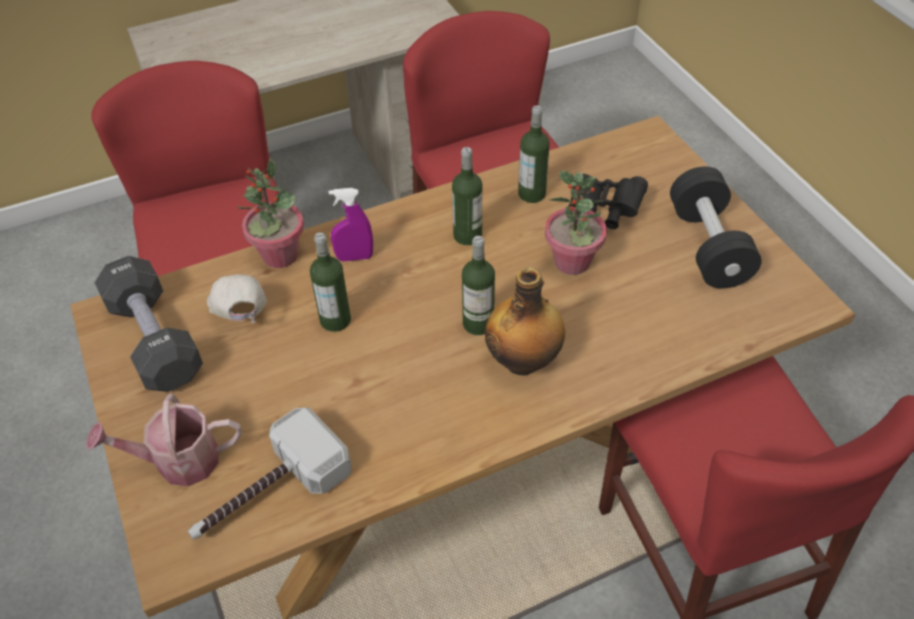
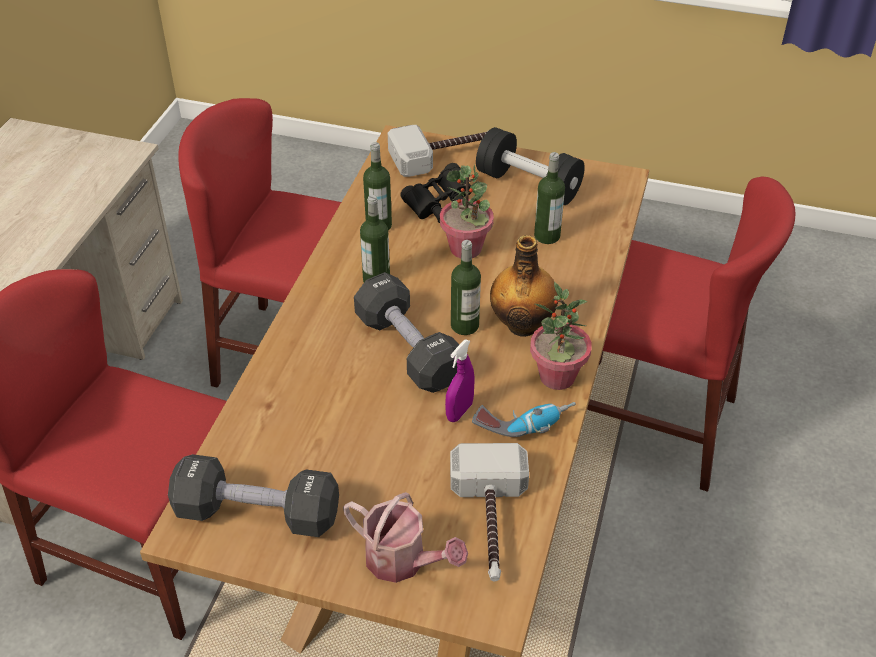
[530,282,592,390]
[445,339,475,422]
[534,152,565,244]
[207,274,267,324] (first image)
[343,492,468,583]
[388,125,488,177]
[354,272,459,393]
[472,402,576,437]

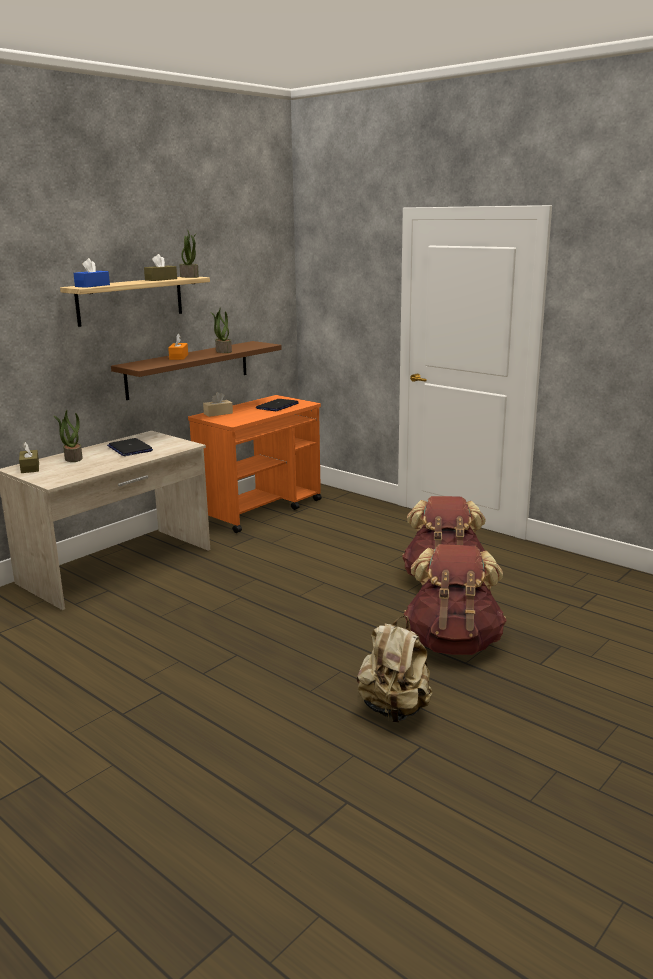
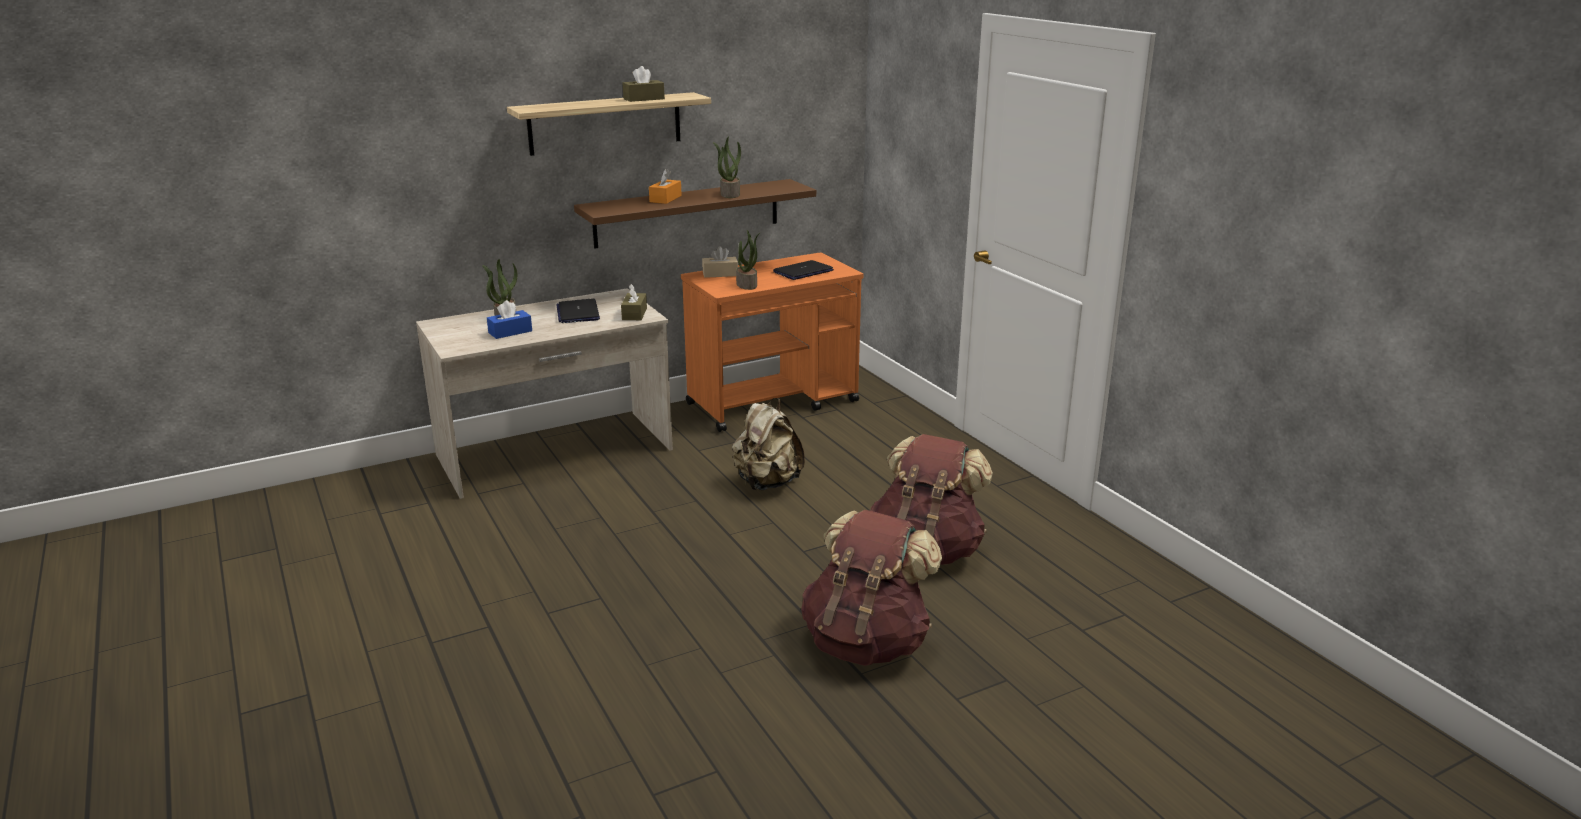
[736,230,761,290]
[487,300,532,339]
[621,284,647,320]
[732,398,805,490]

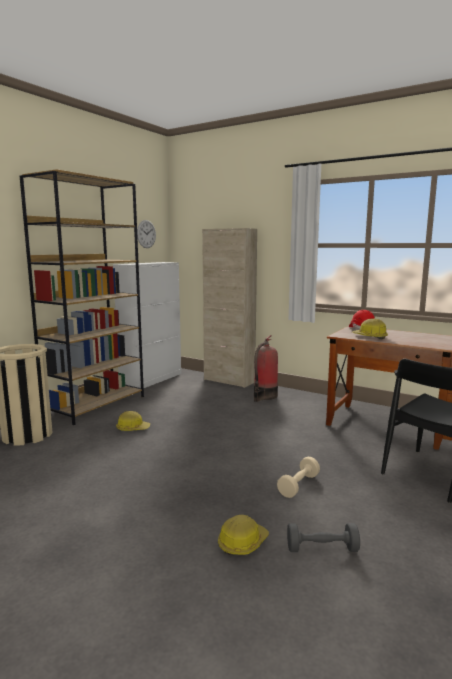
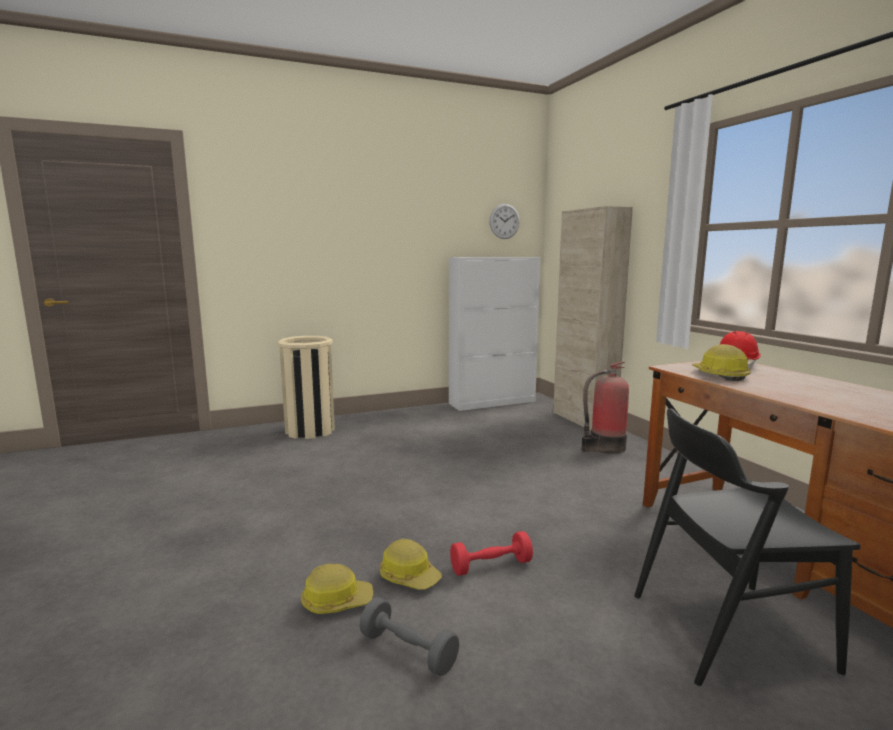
[20,169,144,425] (first image)
[380,539,442,590]
[450,531,533,576]

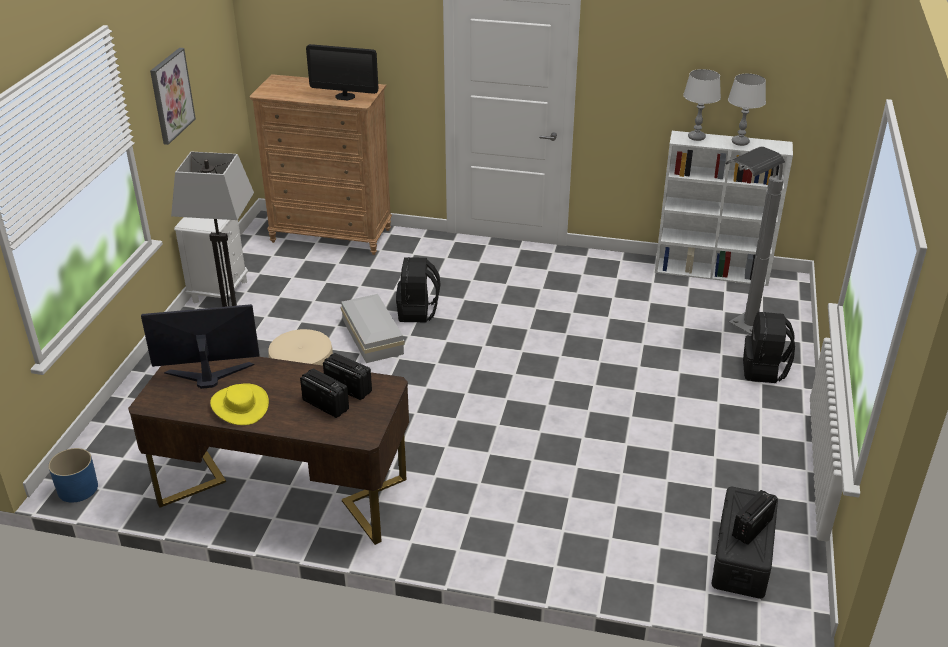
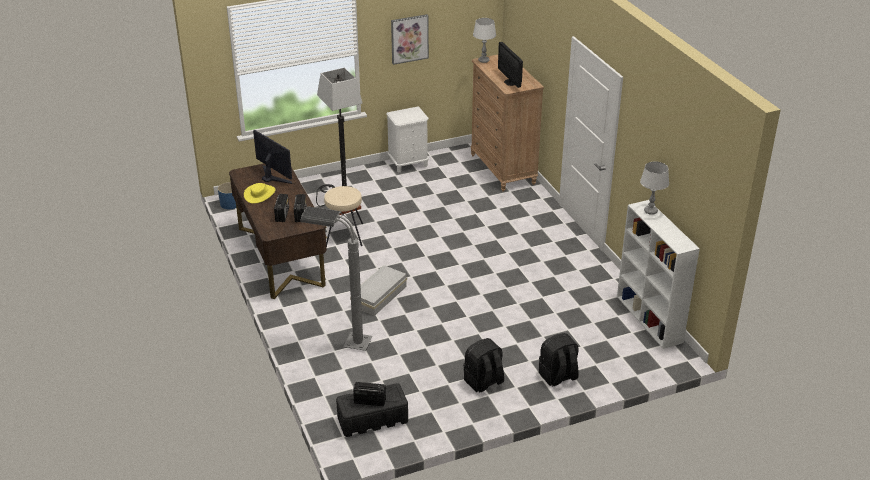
[473,18,496,63]
[300,206,373,351]
[463,338,504,393]
[350,265,407,316]

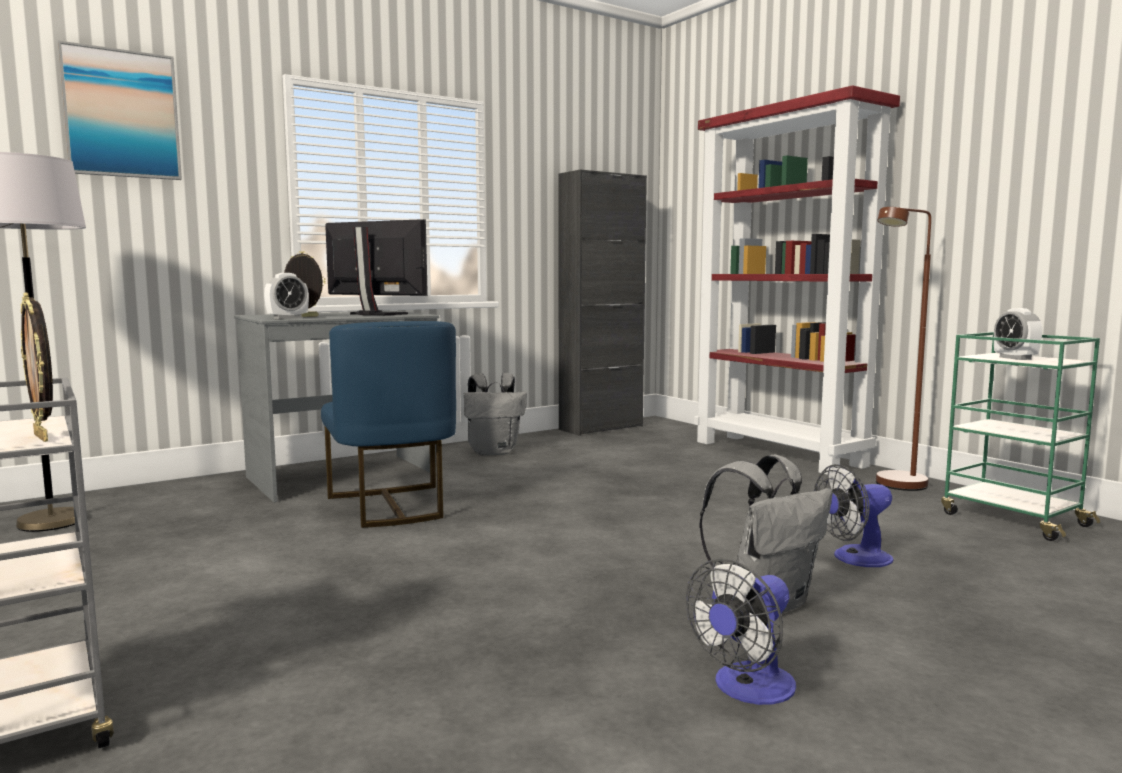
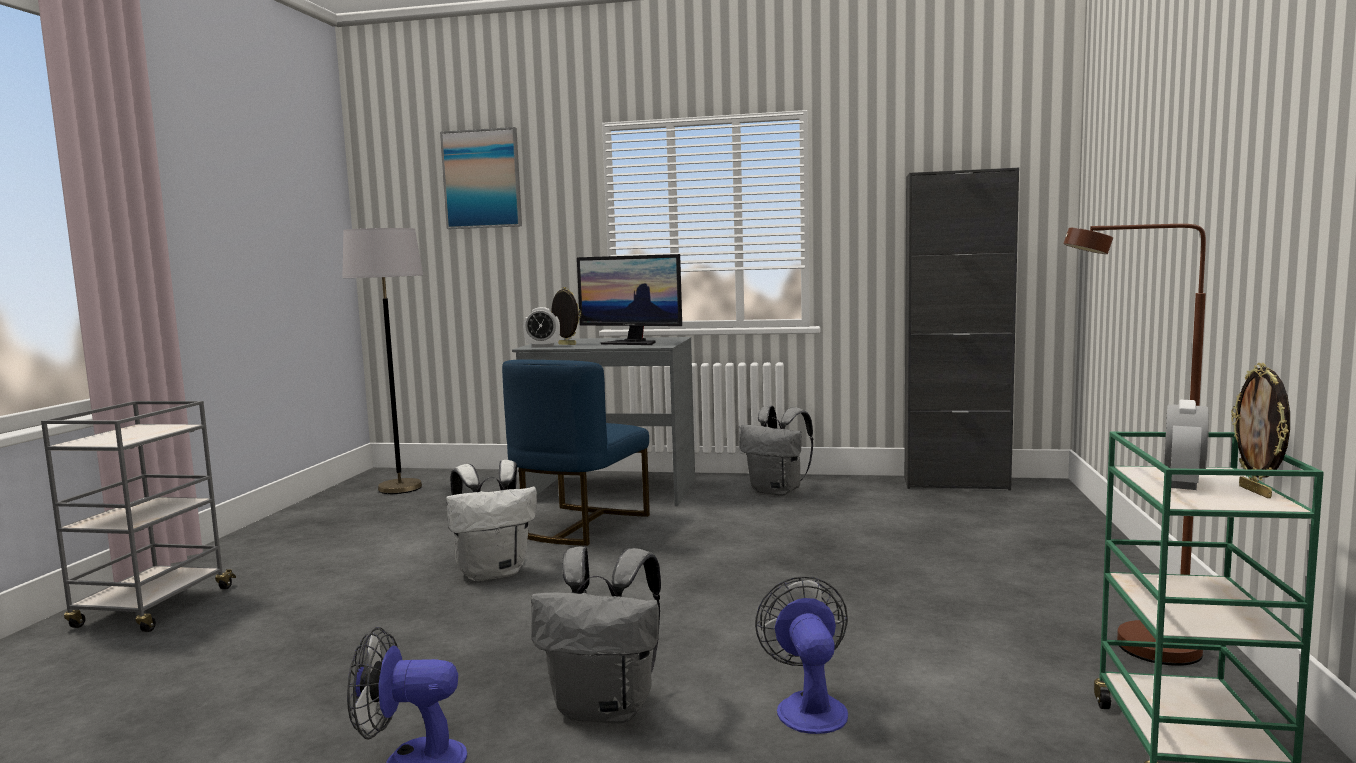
[694,85,900,475] (first image)
[577,254,682,345]
[1231,363,1290,498]
[755,576,848,734]
[446,460,537,581]

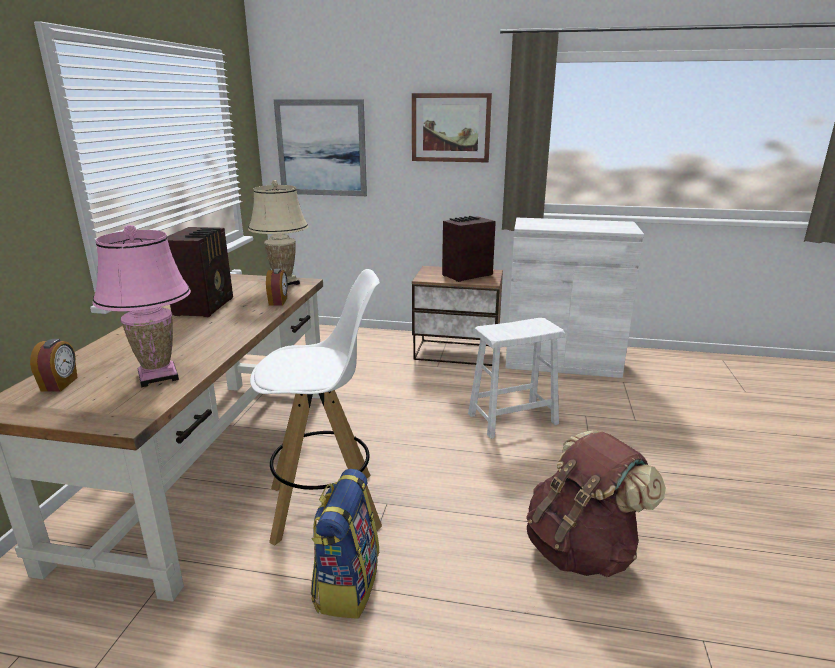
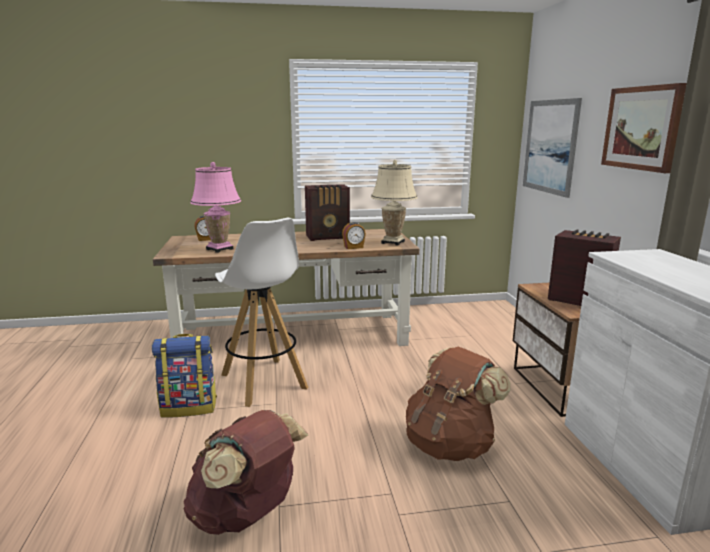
[406,347,511,461]

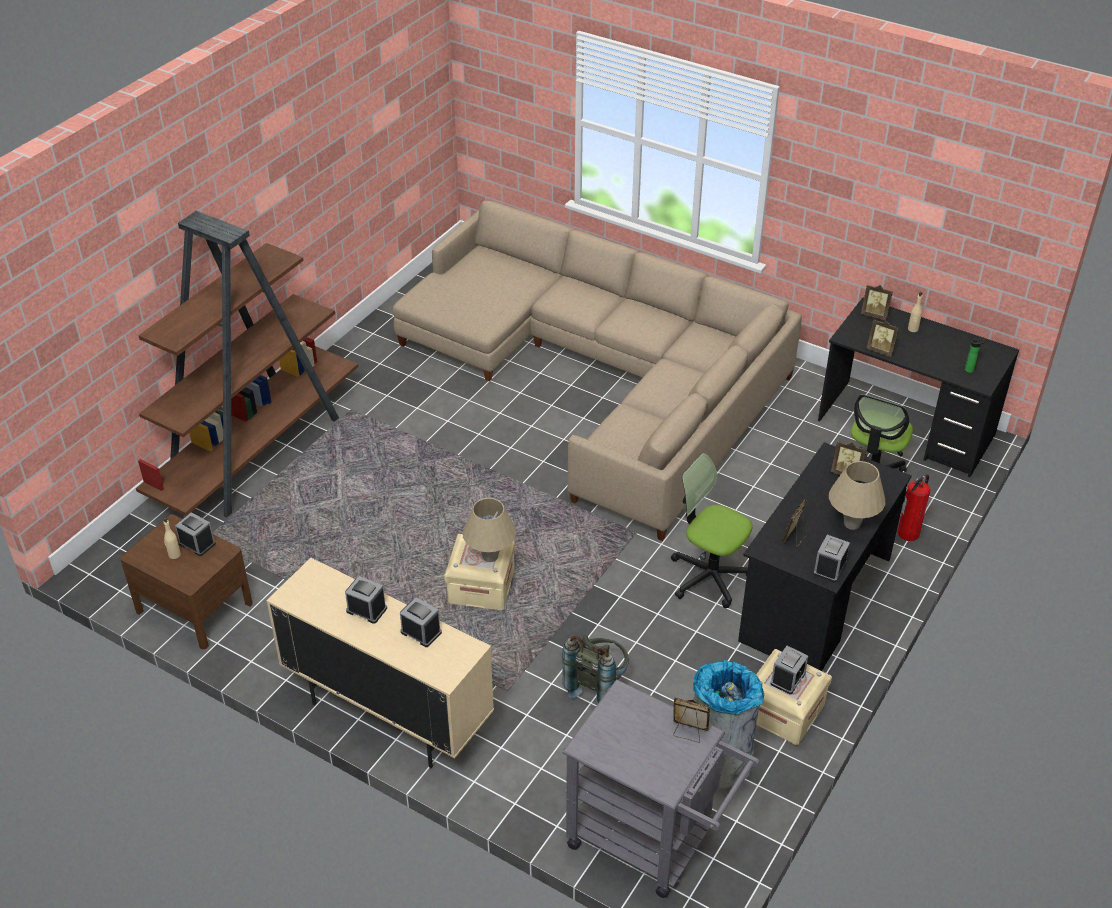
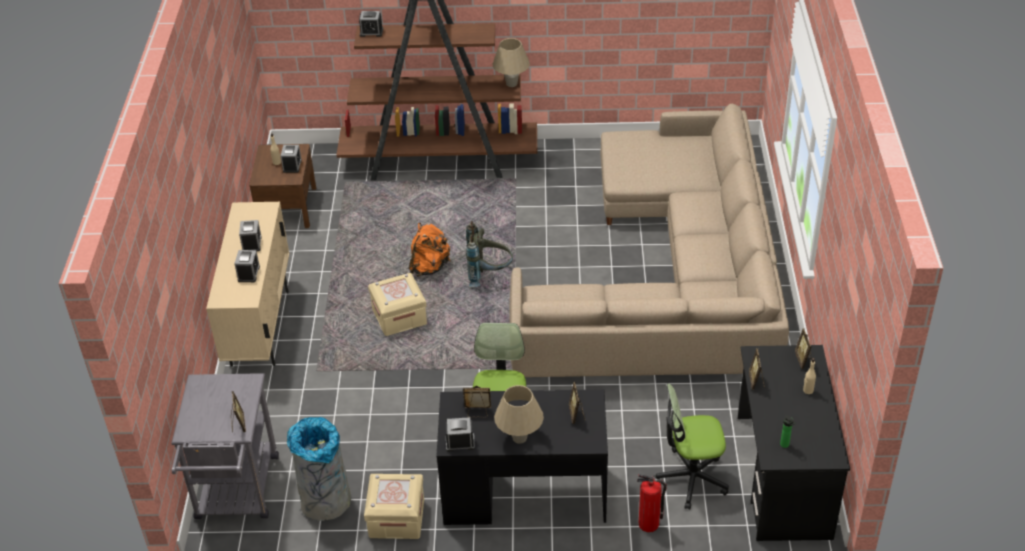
[493,38,530,87]
[466,221,513,287]
[359,11,383,37]
[409,223,450,277]

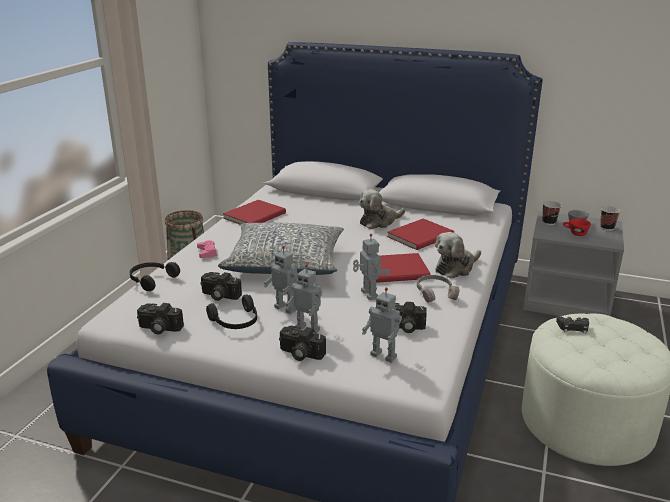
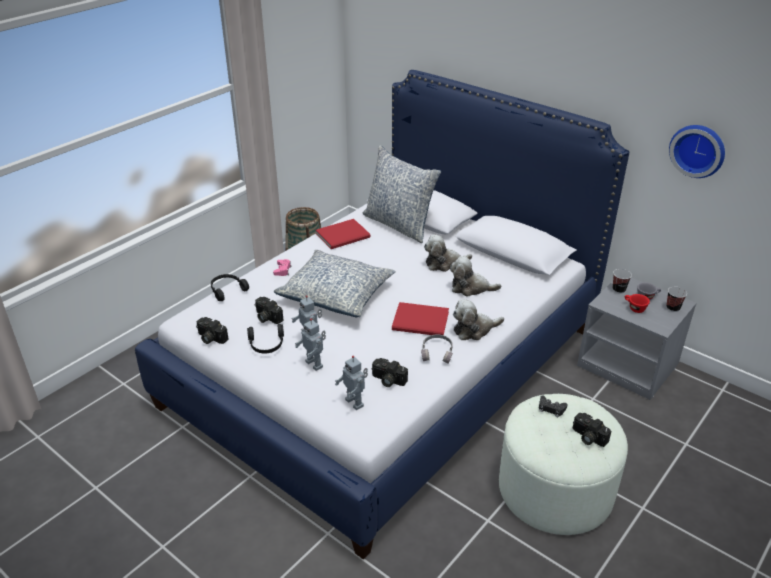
[450,256,501,296]
[353,234,390,300] (first image)
[573,413,611,447]
[669,125,725,178]
[363,145,441,243]

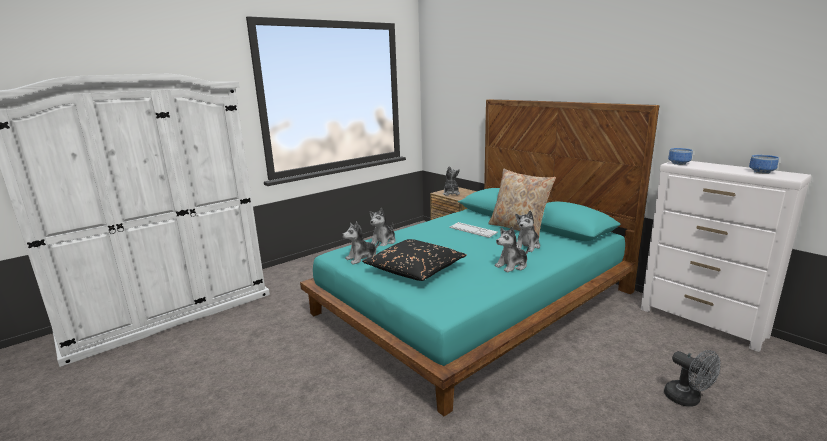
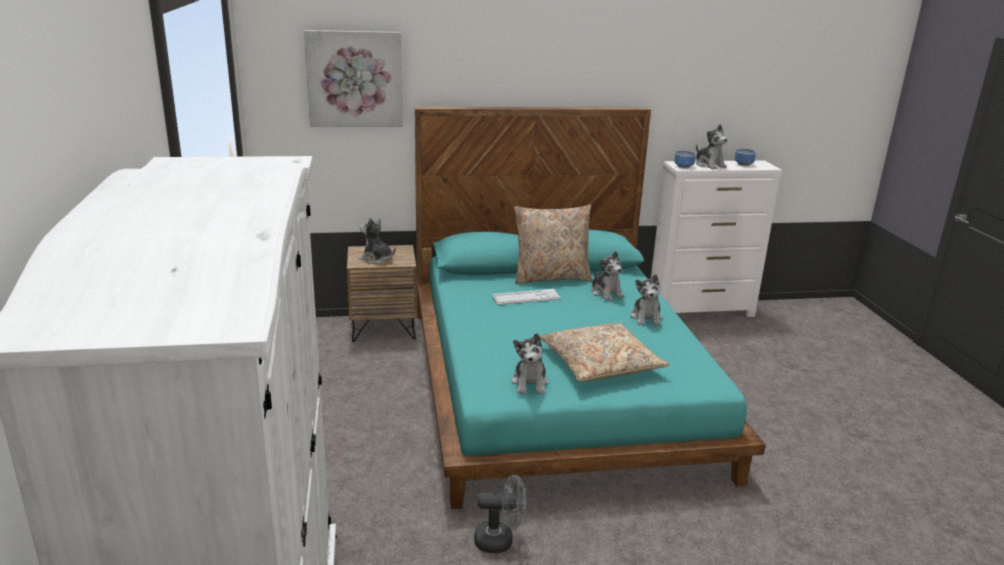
[696,124,727,170]
[539,323,670,382]
[474,475,527,554]
[304,30,403,127]

